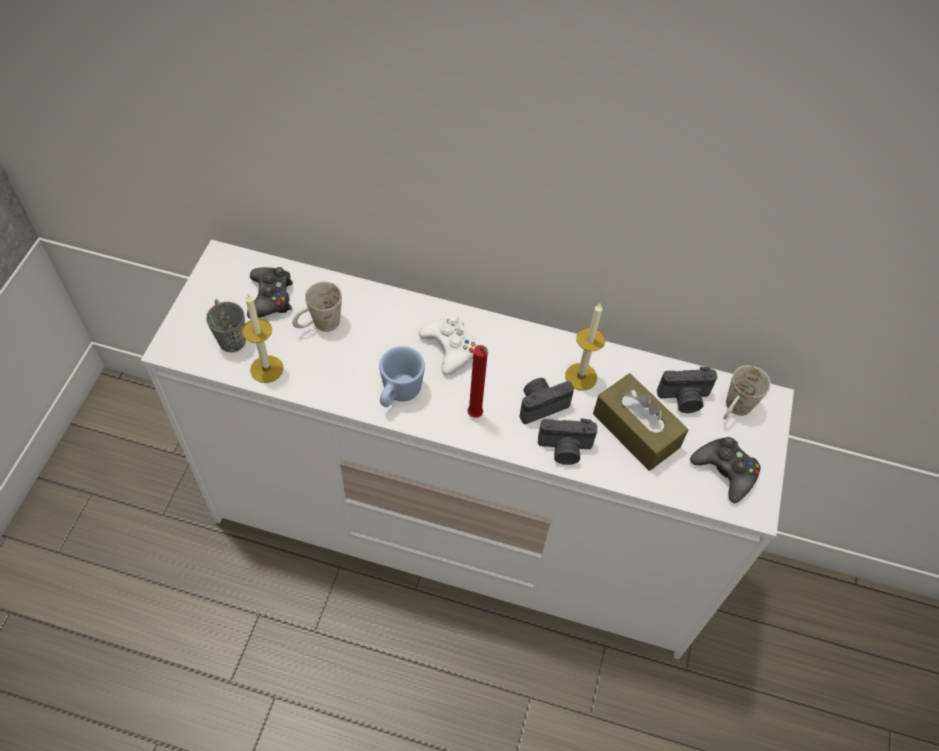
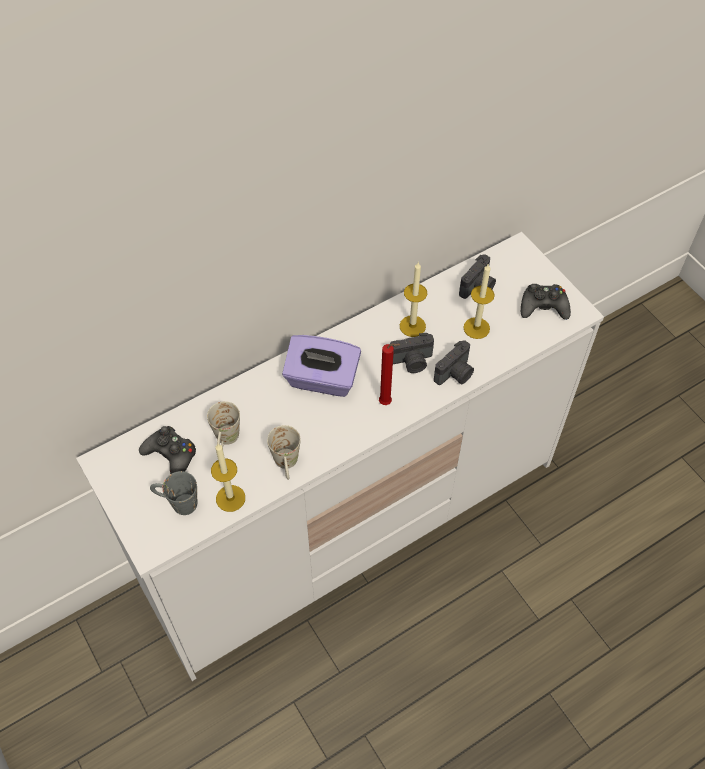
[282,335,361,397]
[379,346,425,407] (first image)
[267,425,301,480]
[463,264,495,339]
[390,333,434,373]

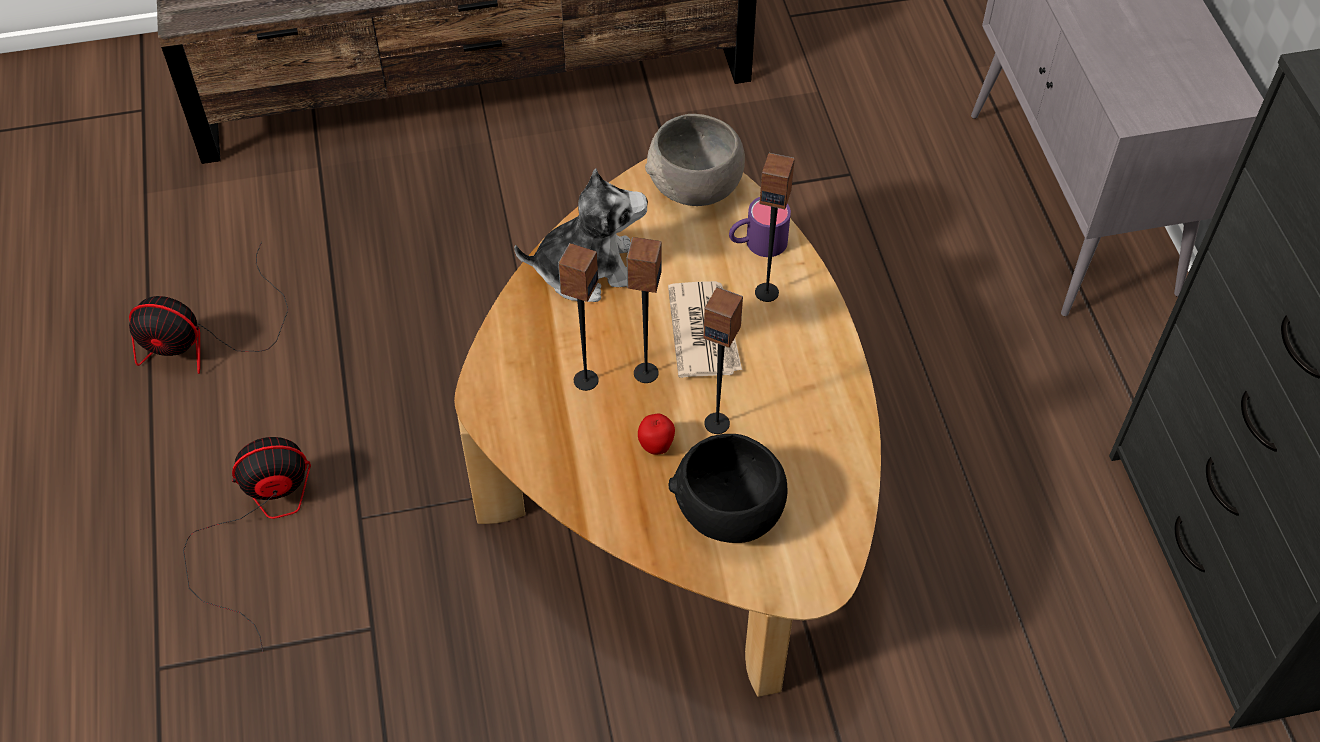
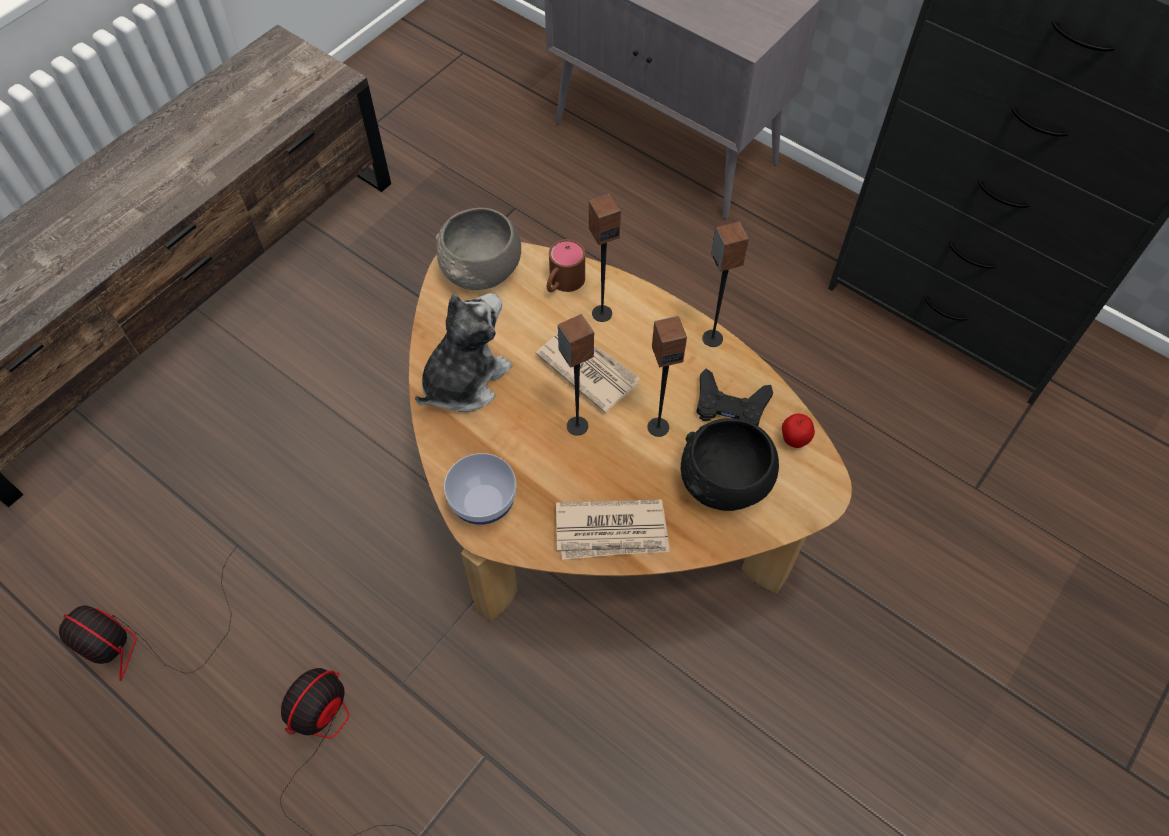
[547,239,585,292]
[59,545,238,681]
[702,221,749,347]
[782,414,815,448]
[696,369,773,426]
[444,453,516,525]
[556,499,670,560]

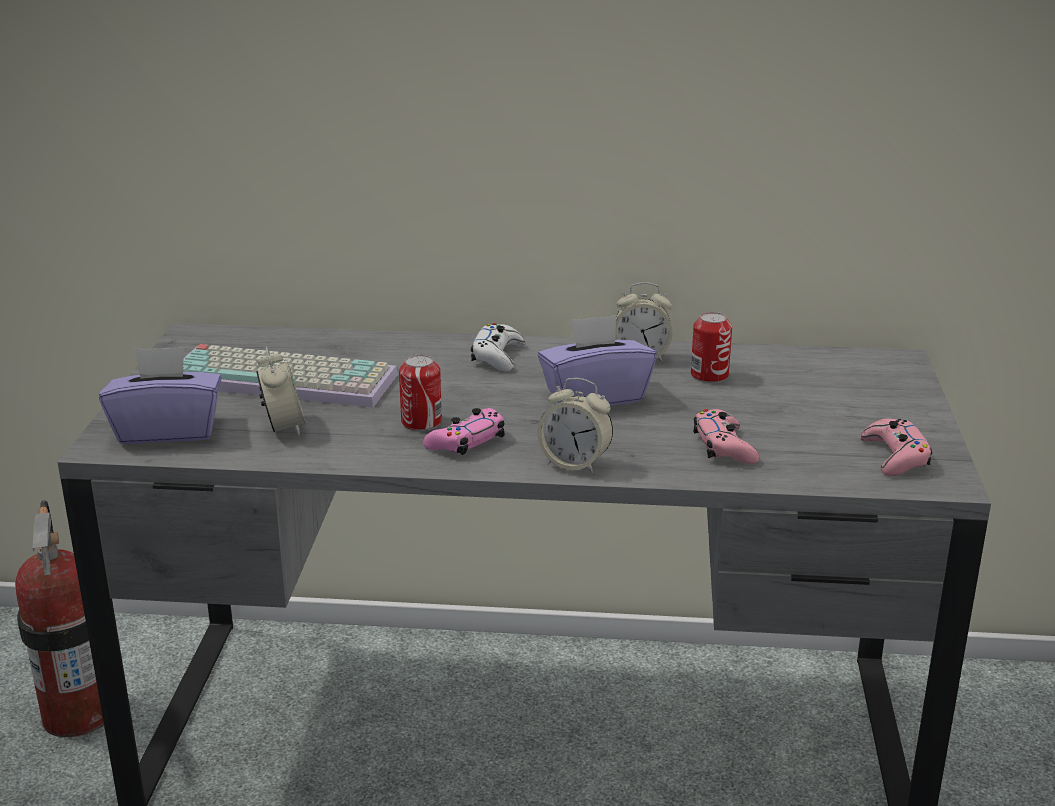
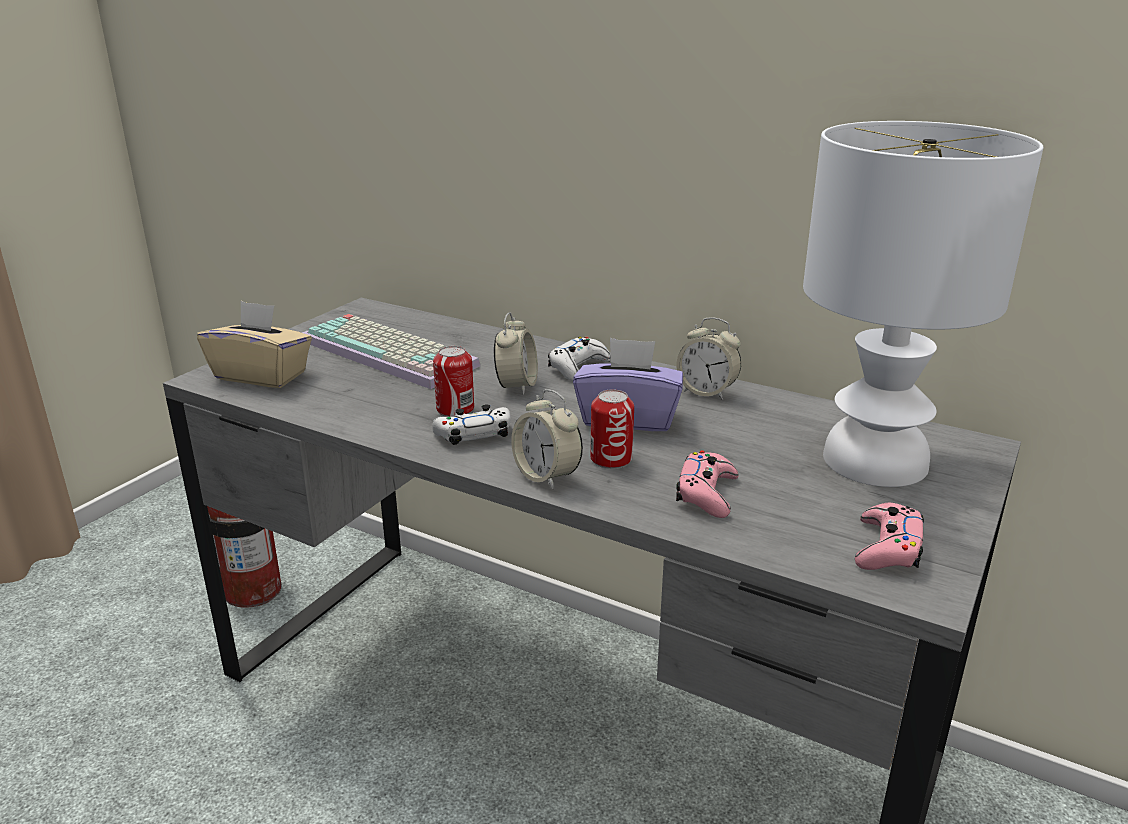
[590,389,634,469]
[197,301,312,388]
[494,312,538,395]
[432,405,511,445]
[803,121,1044,487]

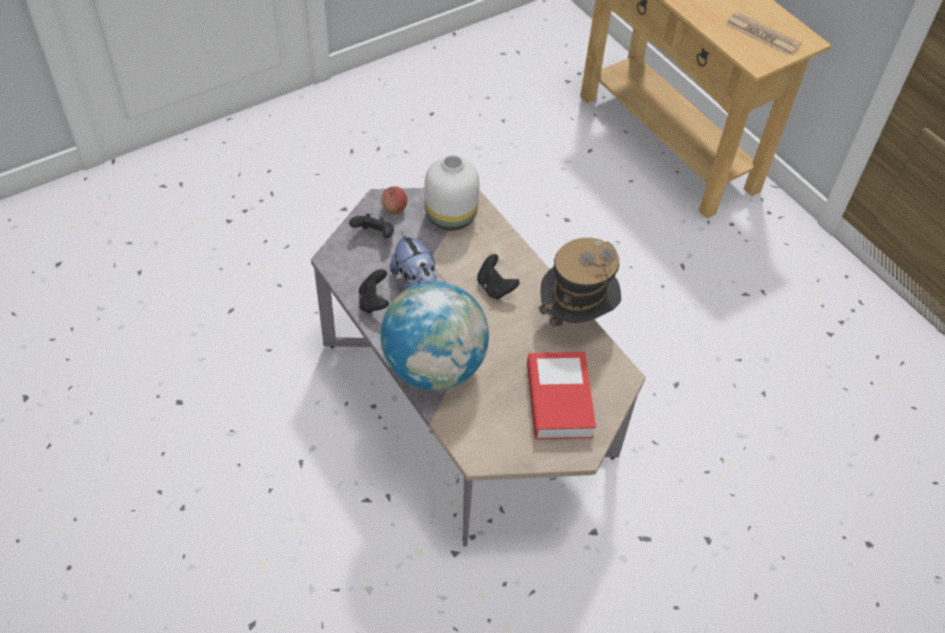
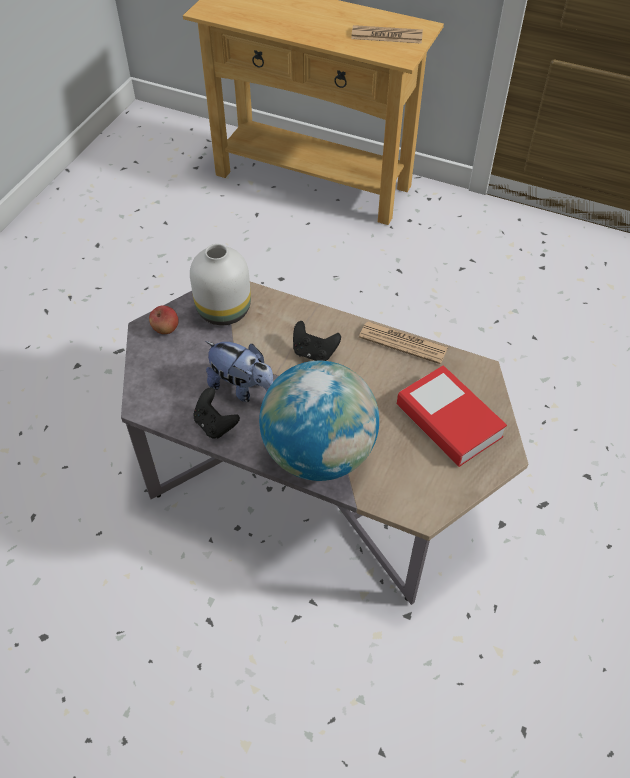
[349,213,394,238] (first image)
[359,322,448,364]

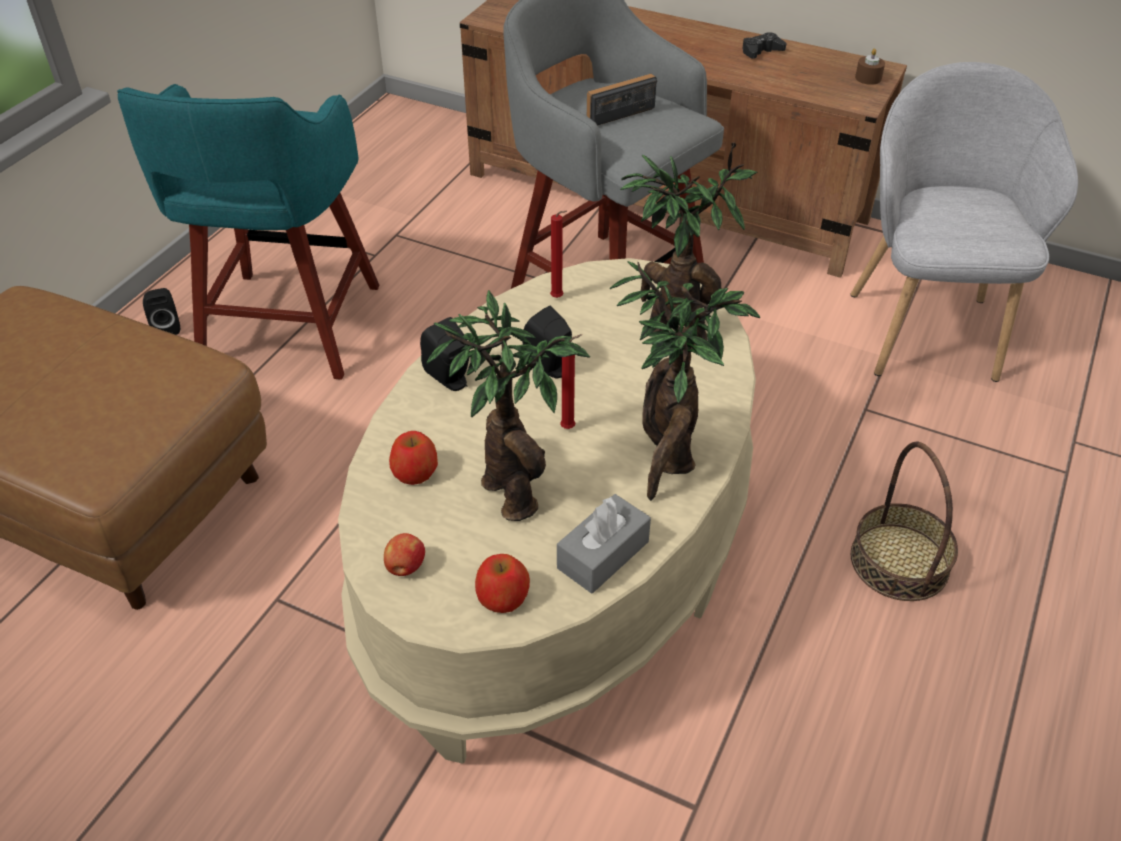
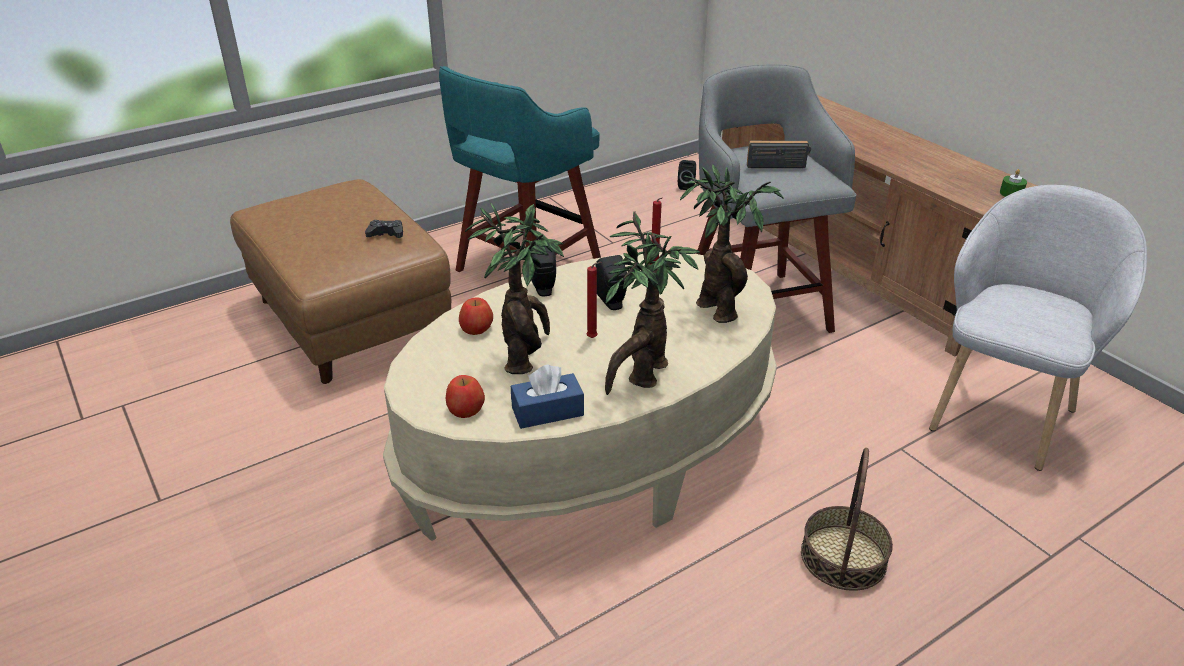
[365,220,403,238]
[1000,169,1027,197]
[678,160,696,190]
[511,364,584,429]
[384,533,425,576] (first image)

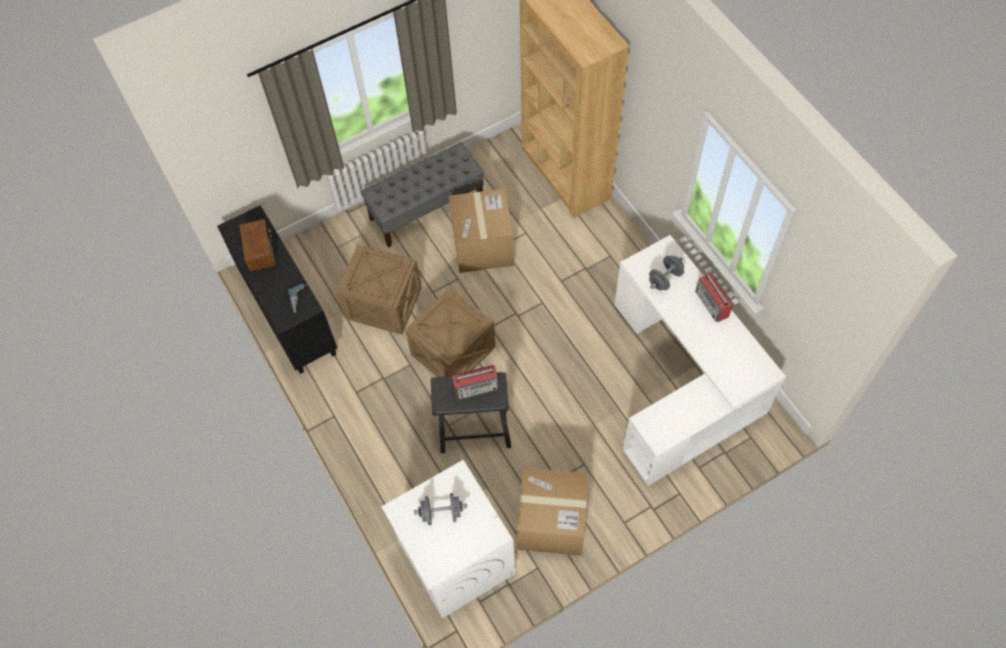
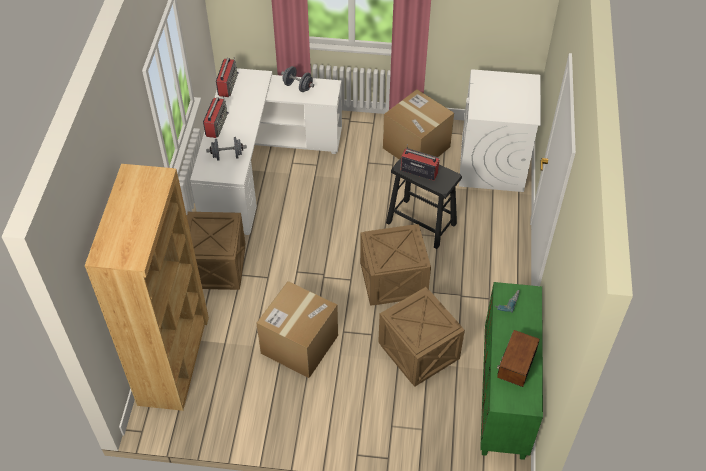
[361,142,484,248] (first image)
[480,282,543,460]
[281,66,314,92]
[216,57,239,97]
[187,212,245,290]

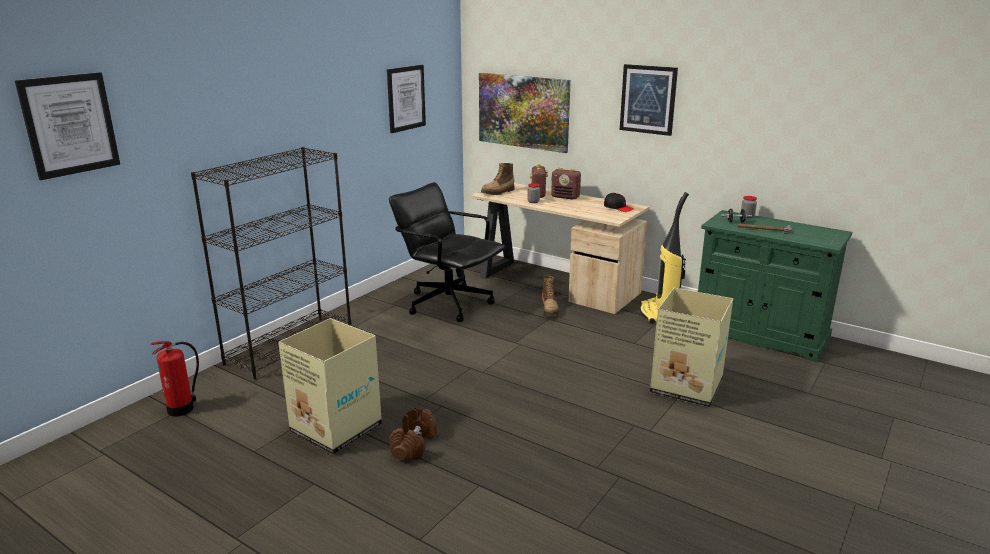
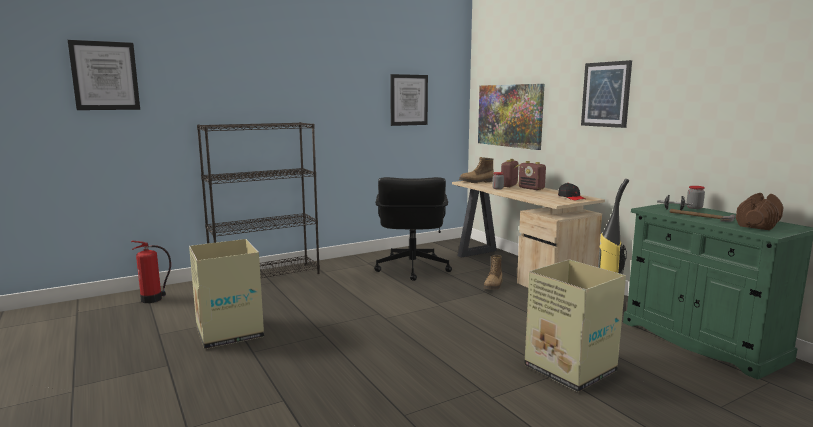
[374,177,452,281]
[736,193,784,230]

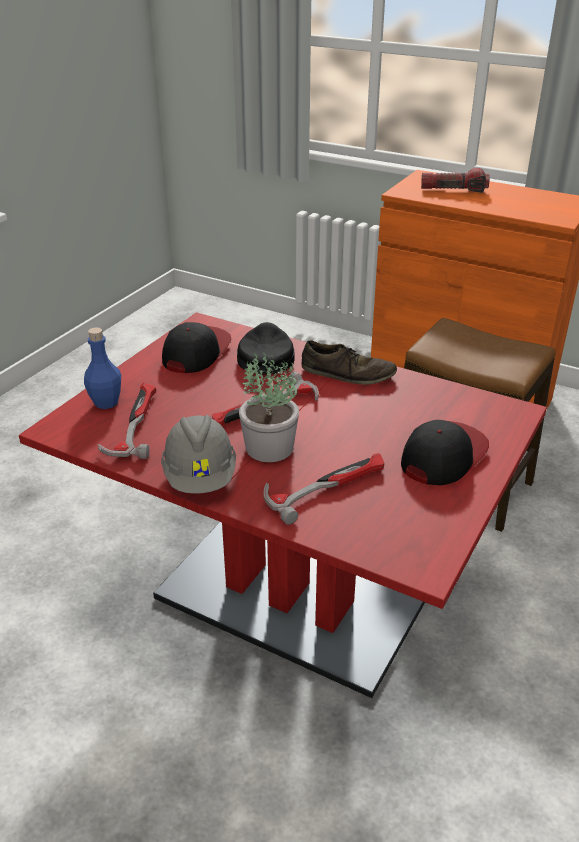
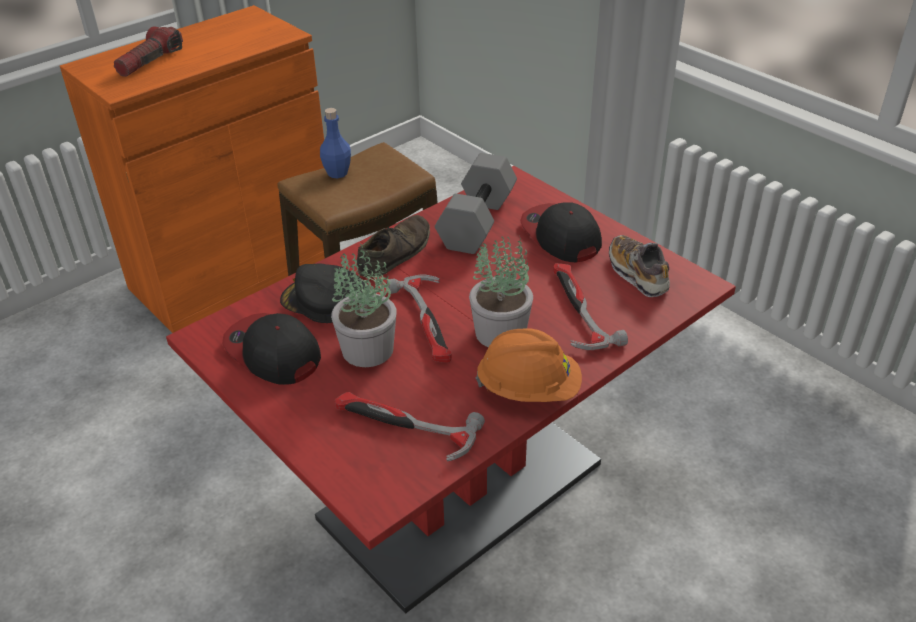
[320,108,351,178]
[475,328,582,402]
[435,153,517,254]
[609,235,670,297]
[331,244,397,367]

